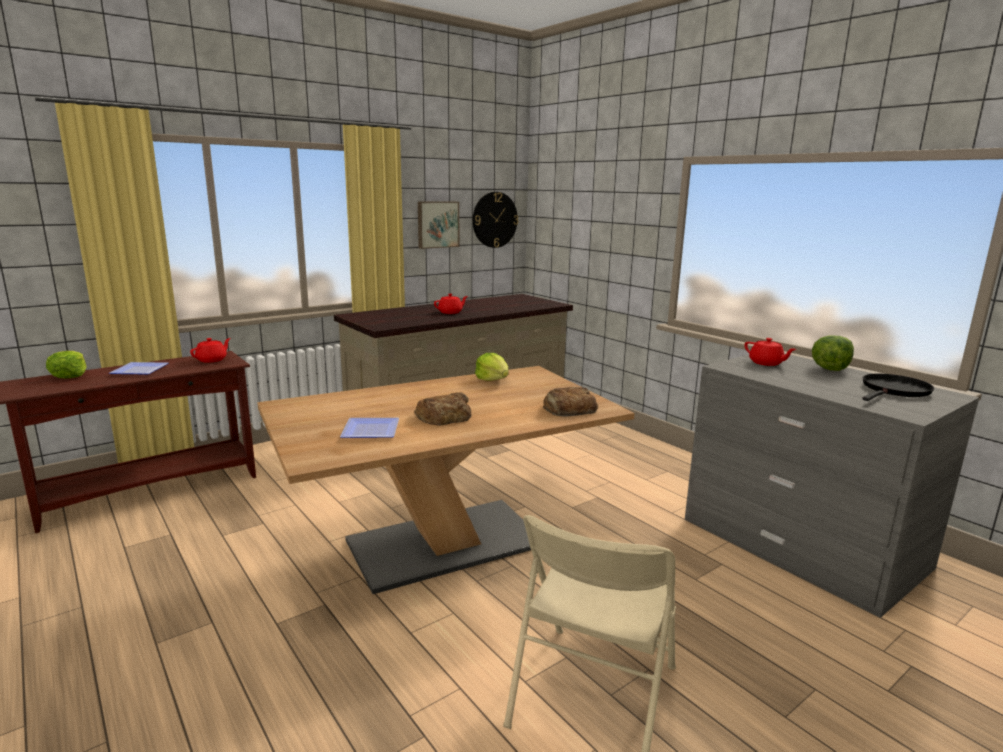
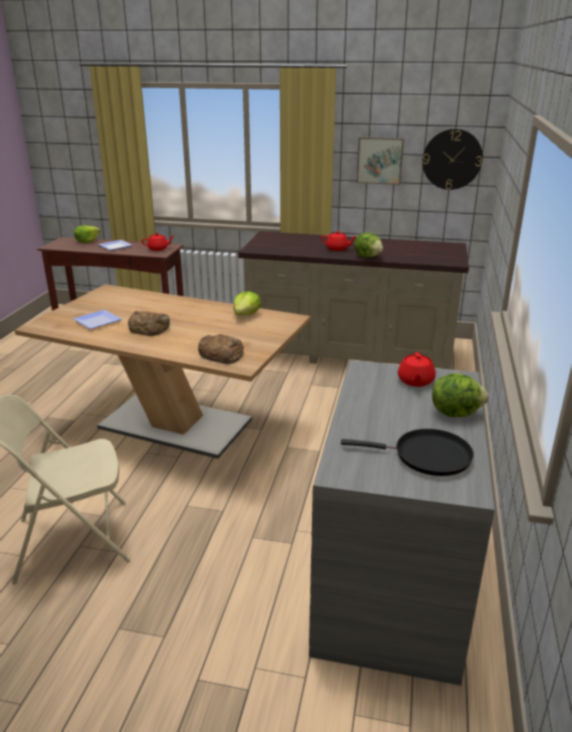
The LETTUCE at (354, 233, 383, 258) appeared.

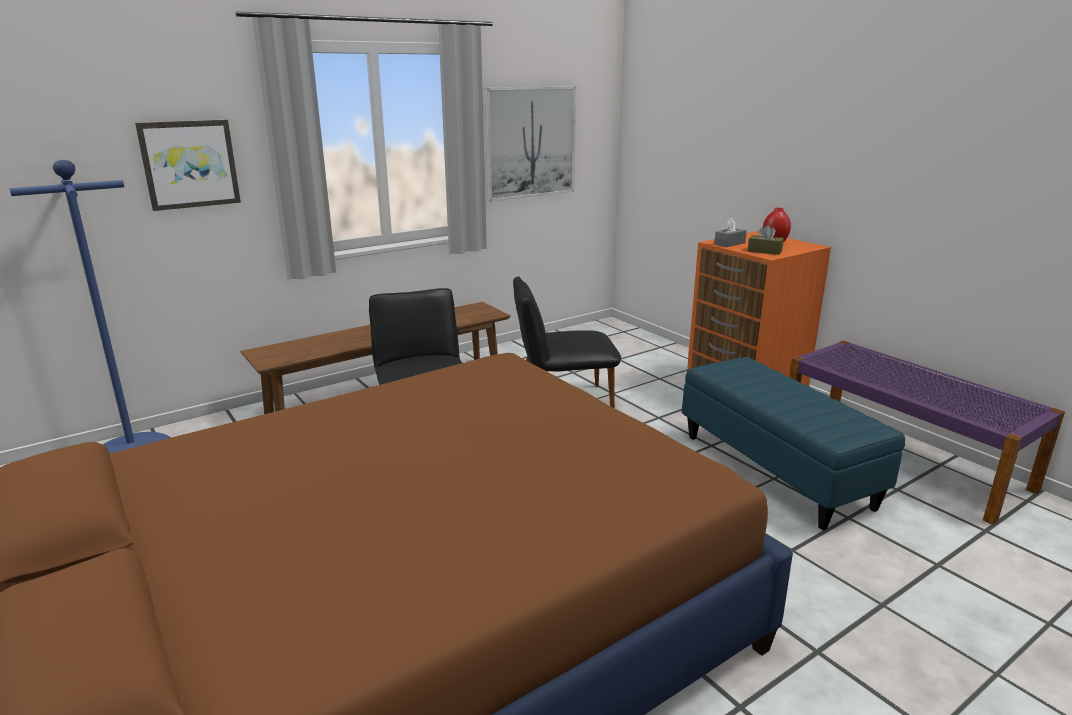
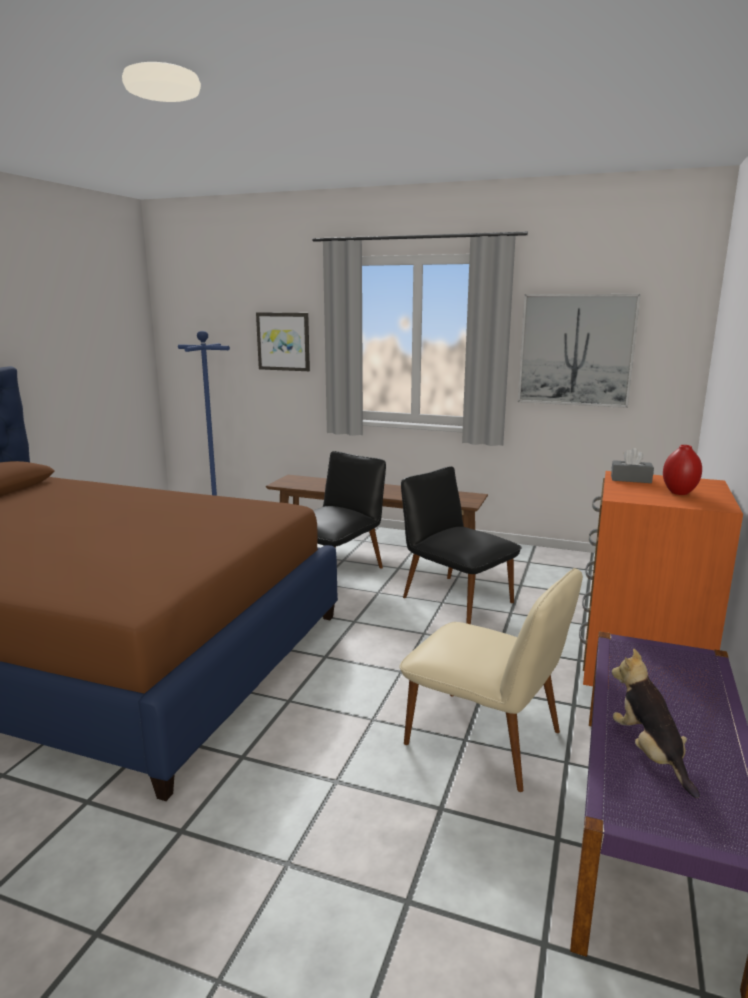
The BROWN-COLOURED TISSUE HOLDER at (748, 225, 784, 255) disappeared.
The SOFT TOY at (612, 649, 700, 798) appeared.
The BLUE-COLOURED OTTOMAN at (682, 357, 905, 530) was replaced by the BEIGE-COLOURED UPRIGHT CHAIR at (400, 568, 583, 792).

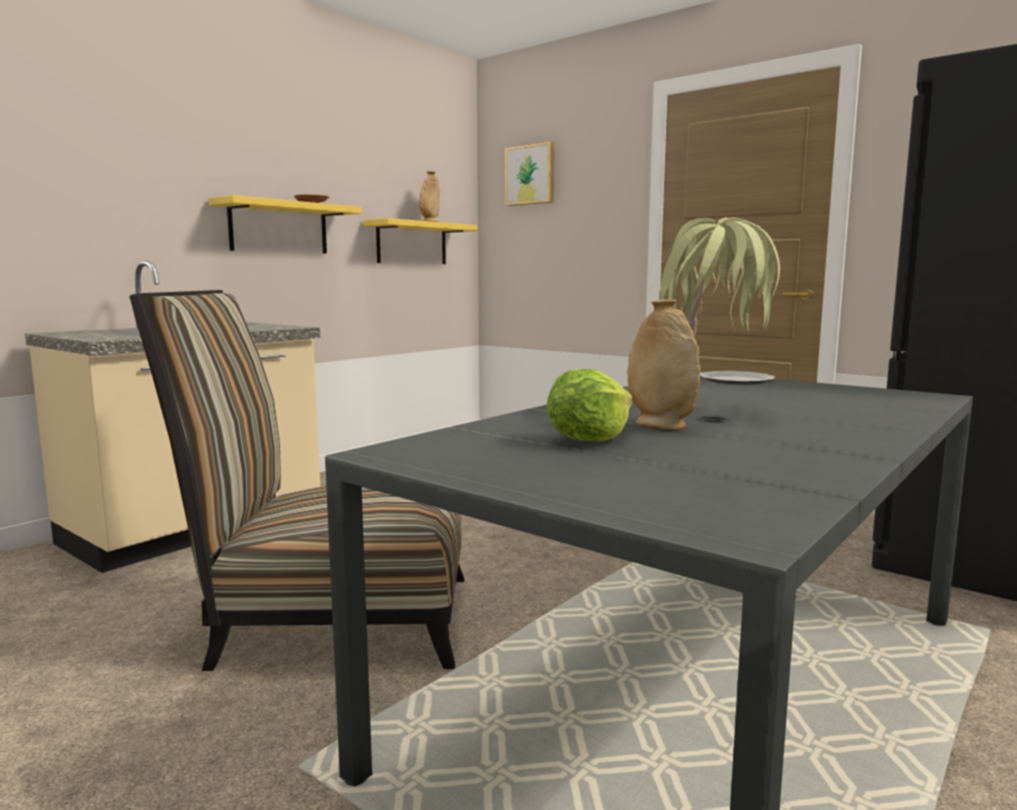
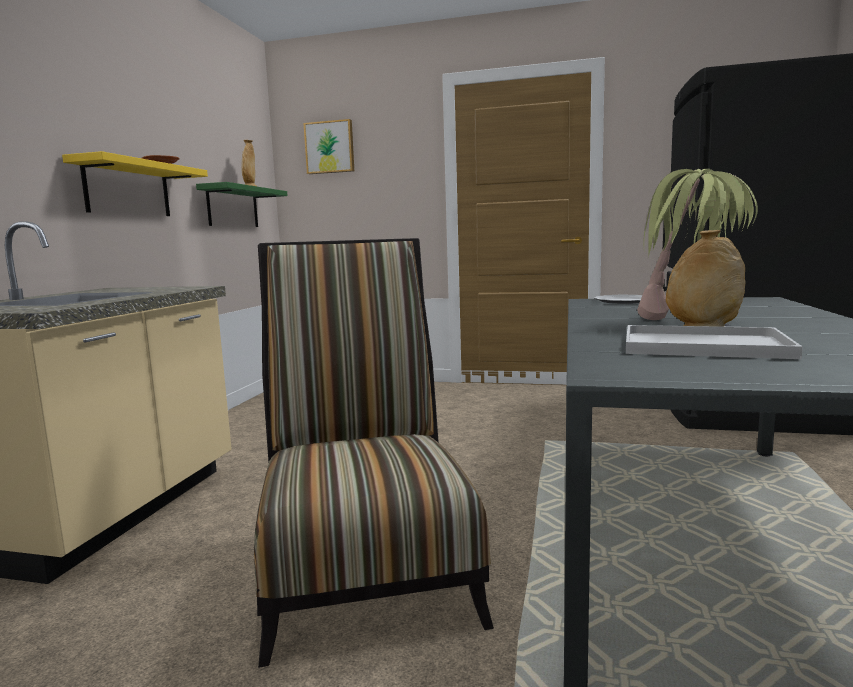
The LETTUCE at (546, 369, 632, 441) was replaced by the WHITISH CARRYING TRAY at (626, 325, 803, 359).
The YELLOWISH SHELF at (364, 218, 477, 264) became the GREEN-COLOURED SHELF at (196, 182, 287, 227).
The UPRIGHT CHAIR at (129, 290, 465, 671) turned 105 degrees clockwise.

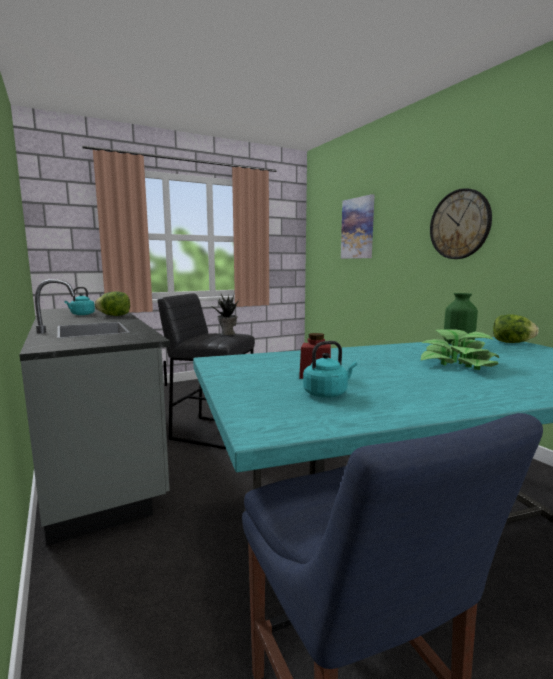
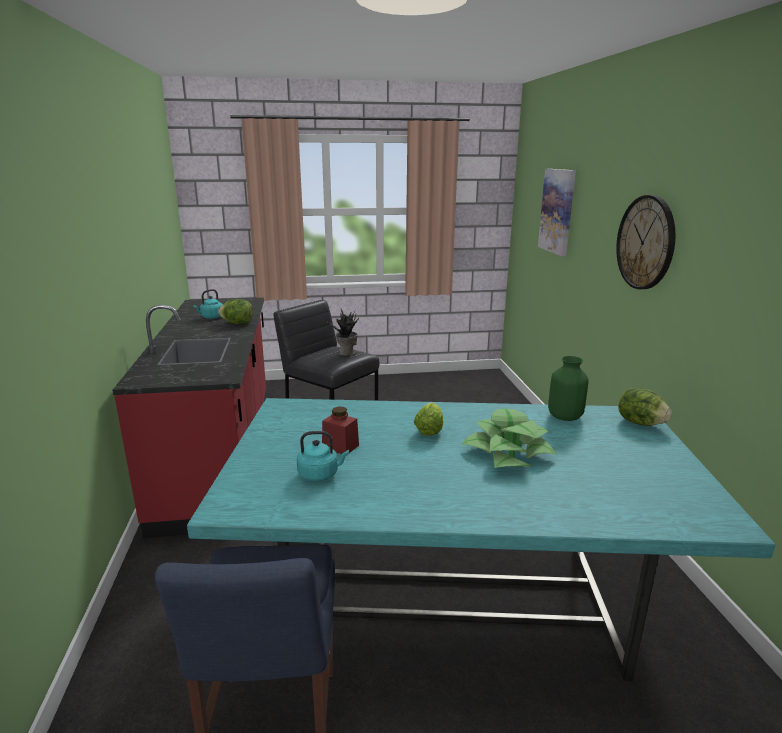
The LETTUCE at (414, 403, 443, 436) appeared.
The GREY KITCHEN BASE UNIT at (19, 279, 170, 546) became the RED KITCHEN BASE UNIT at (113, 298, 266, 538).

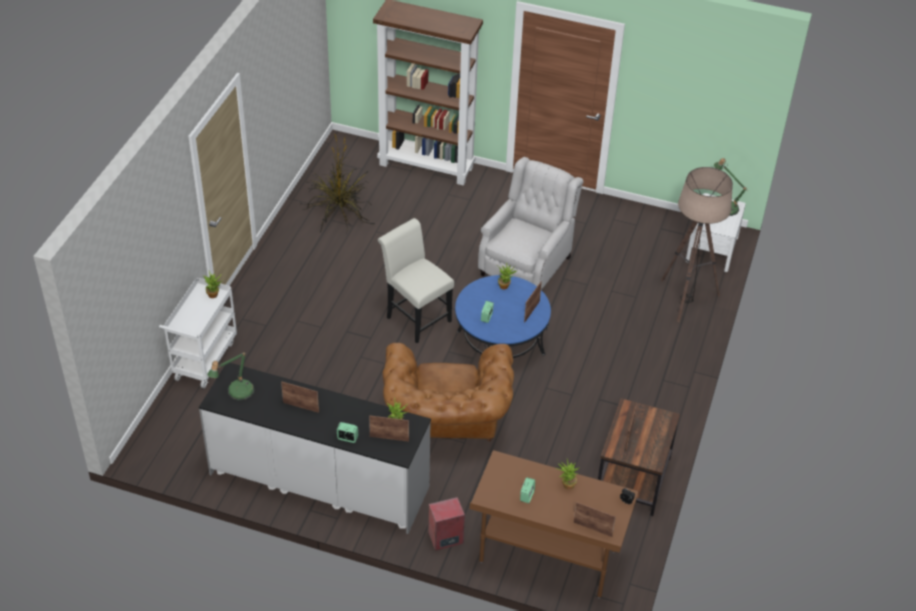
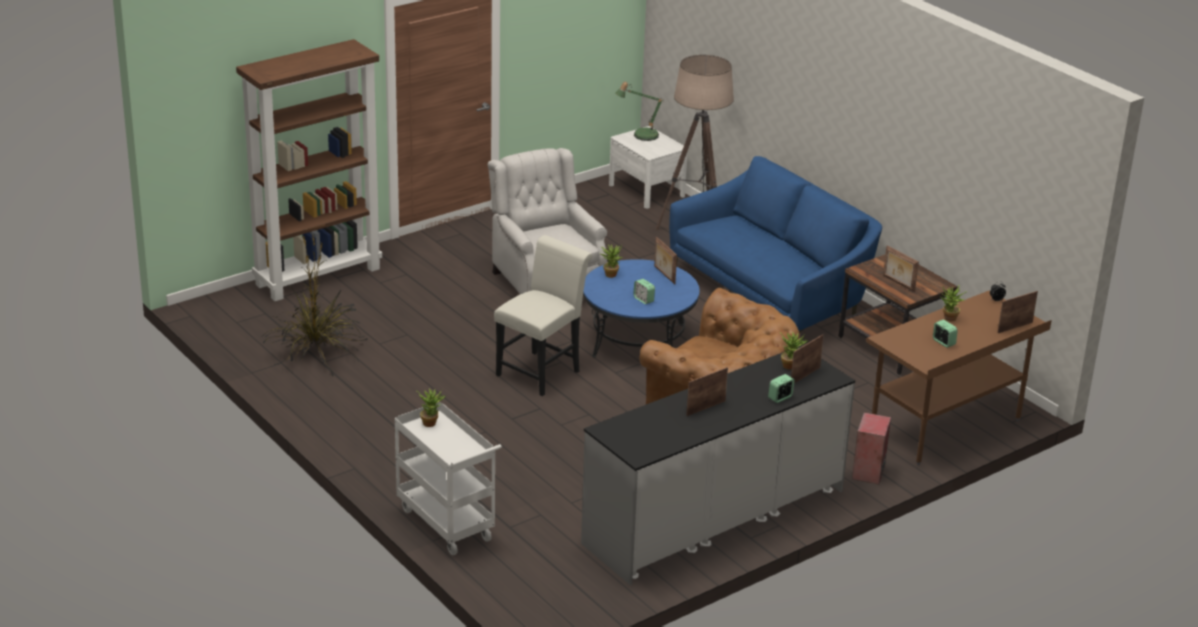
The TABLE LAMP at (207, 351, 254, 400) disappeared.
The BLUE-COLOURED SOFA at (669, 156, 882, 333) appeared.
The WHITISH UPRIGHT CHAIR at (378, 218, 454, 343) turned 135 degrees clockwise.

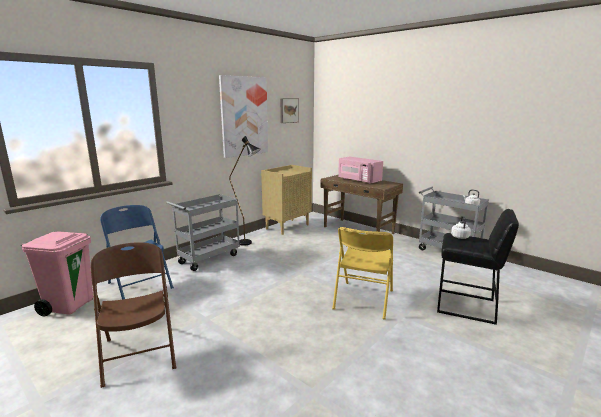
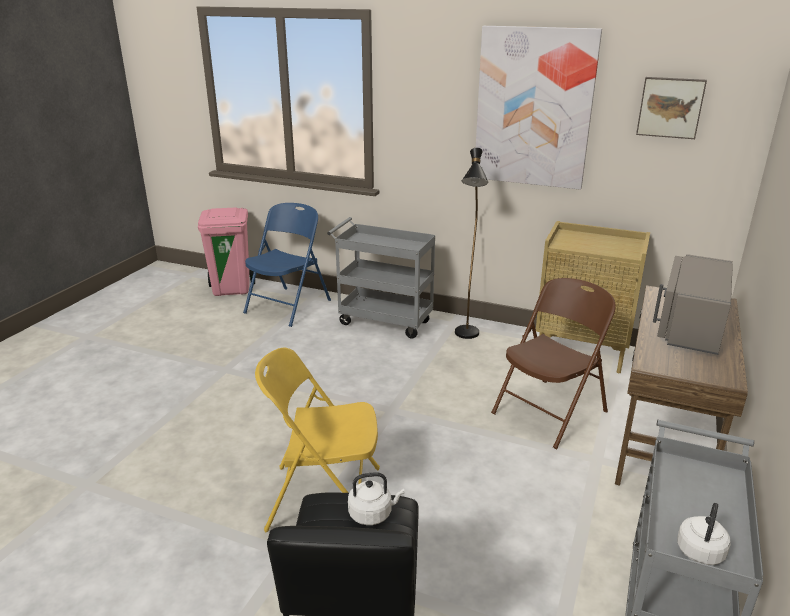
The BROWN-COLOURED UPRIGHT CHAIR moved from (91, 242, 176, 388) to (491, 278, 616, 449).
The PINK-COLOURED KITCHEN MICROWAVE at (338, 157, 383, 184) became the GREY KITCHEN MICROWAVE at (653, 254, 733, 355).

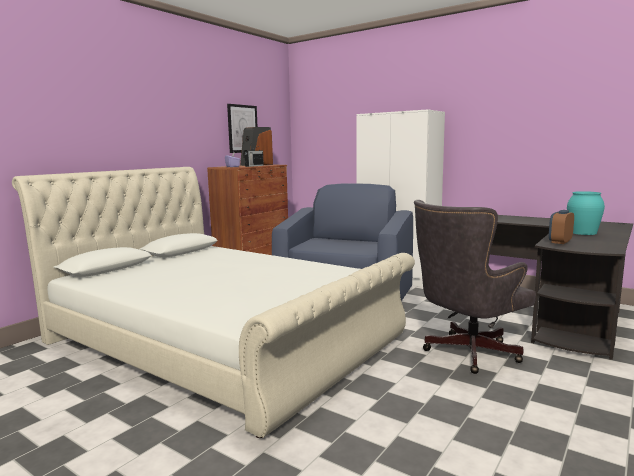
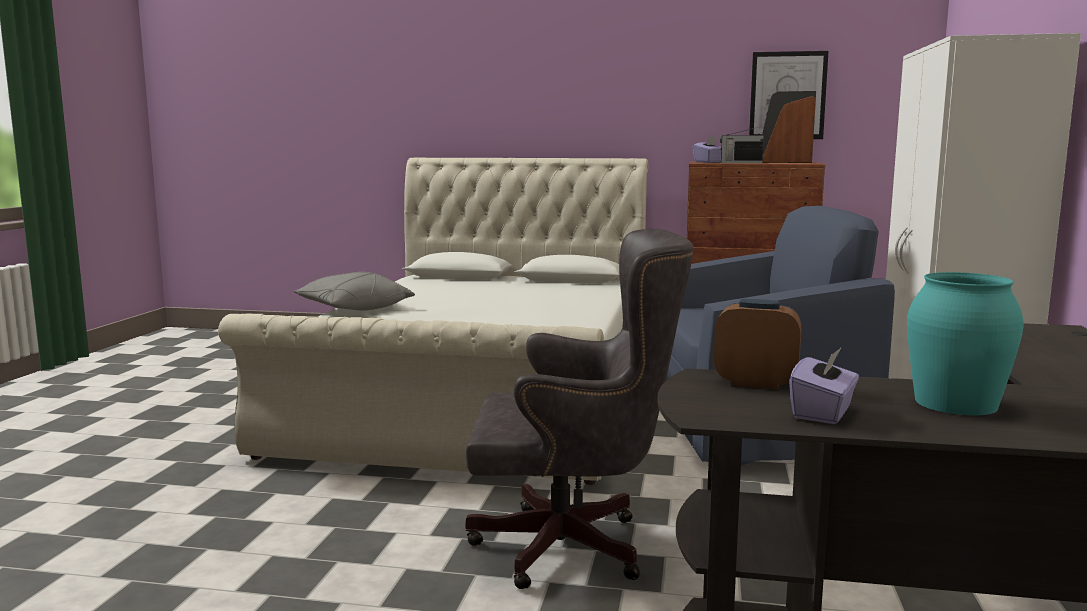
The GREY CUSHION at (294, 272, 415, 310) appeared.
The PURPLE TISSUE HOLDER at (789, 347, 859, 424) appeared.
The GREY OFFICE CHAIR at (414, 200, 536, 374) turned 150 degrees clockwise.

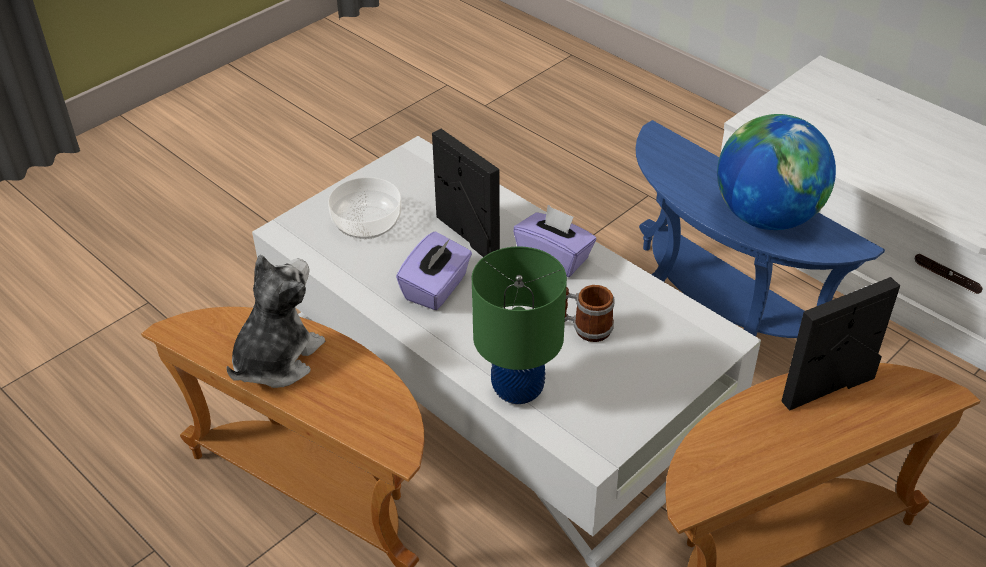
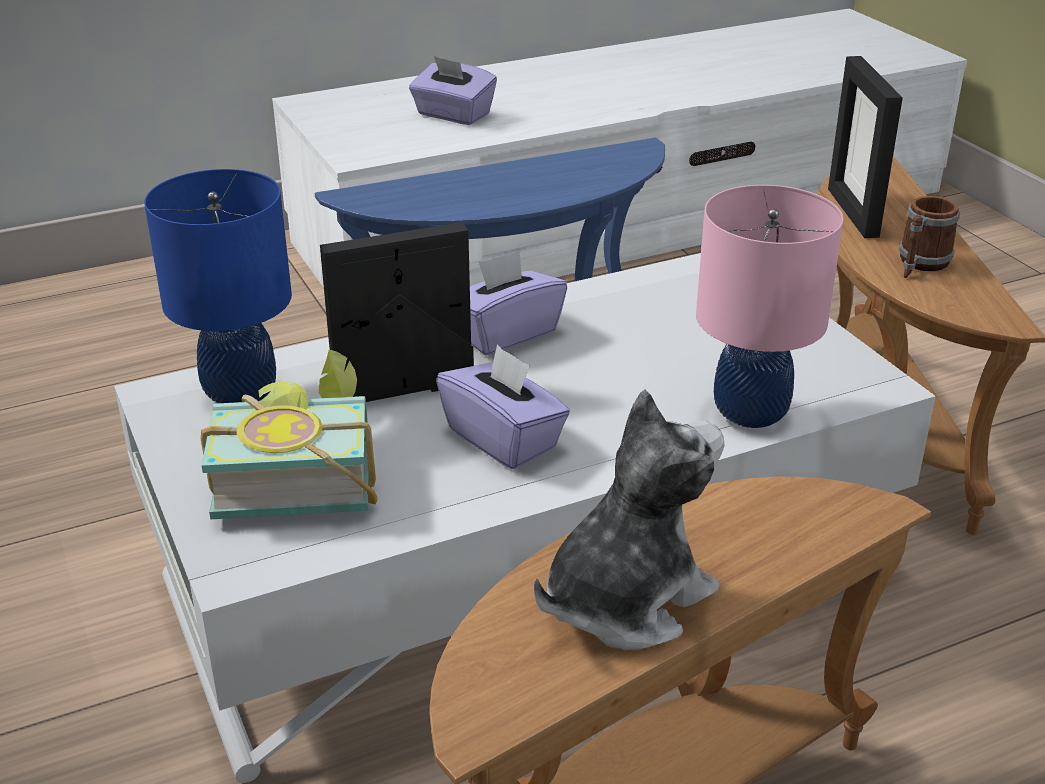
The WORLD GLOBE at (717, 114, 836, 230) disappeared.
The BLUE-COLOURED TABLE LAMP at (144, 169, 292, 403) appeared.
The PURPLE TISSUE HOLDER at (409, 56, 497, 125) appeared.
The TEA MUG moved from (565, 285, 614, 342) to (899, 196, 960, 278).
The DEEP DISH at (328, 177, 401, 239) was replaced by the BOOK at (201, 350, 378, 519).
The GREEN-COLOURED TABLE LAMP at (472, 246, 567, 404) became the PINK-COLOURED TABLE LAMP at (696, 185, 843, 428).
The SOFT TOY at (226, 254, 325, 388) turned 90 degrees clockwise.

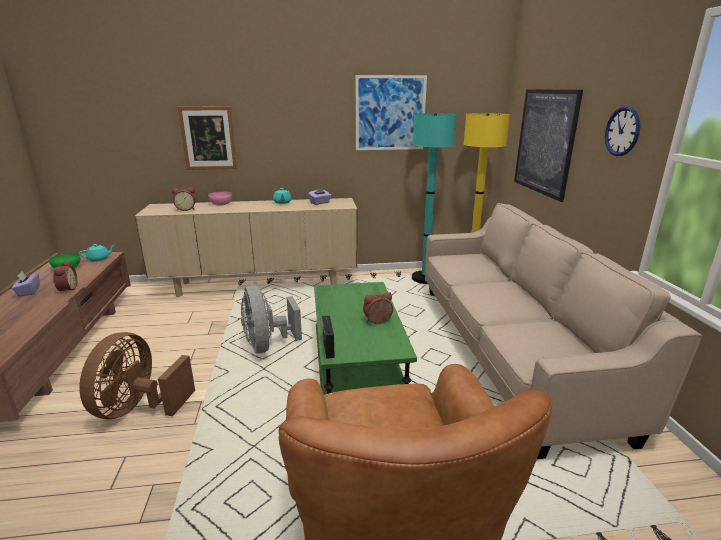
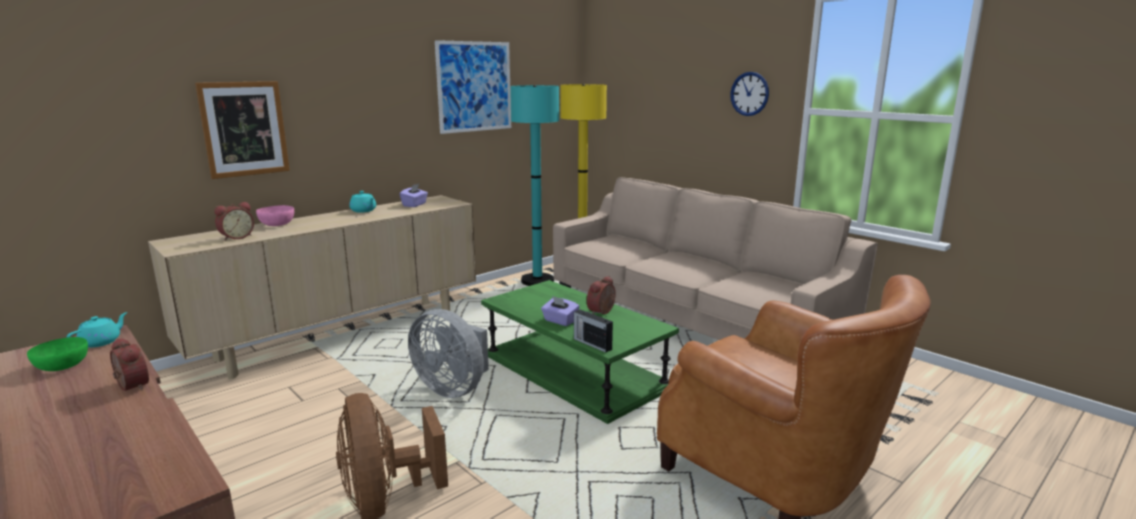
The PICTURE at (514, 89, 583, 202) disappeared.
The PURPLE TISSUE HOLDER moved from (12, 271, 40, 297) to (541, 296, 580, 326).

